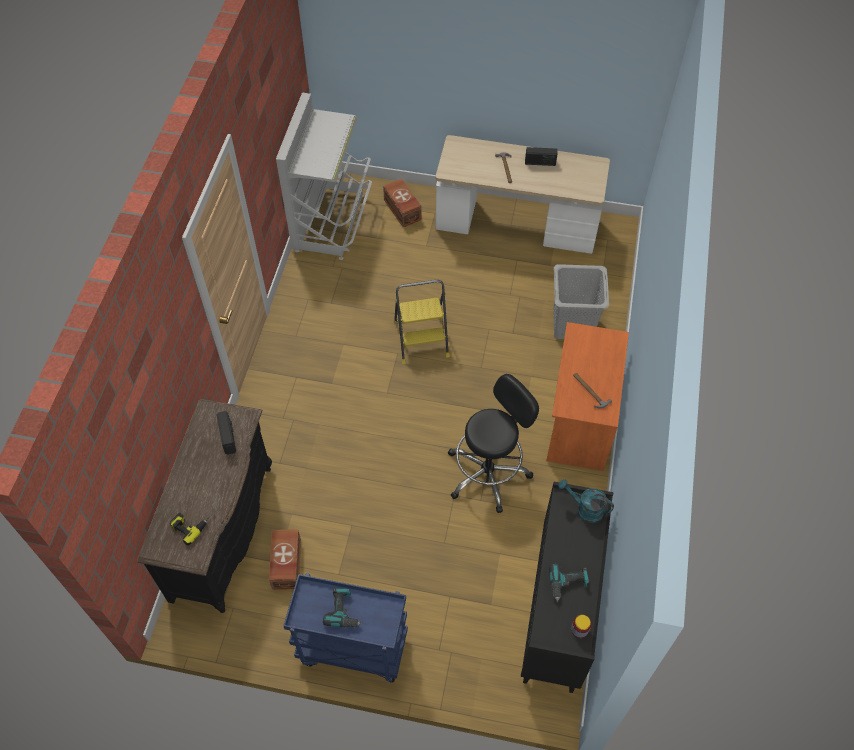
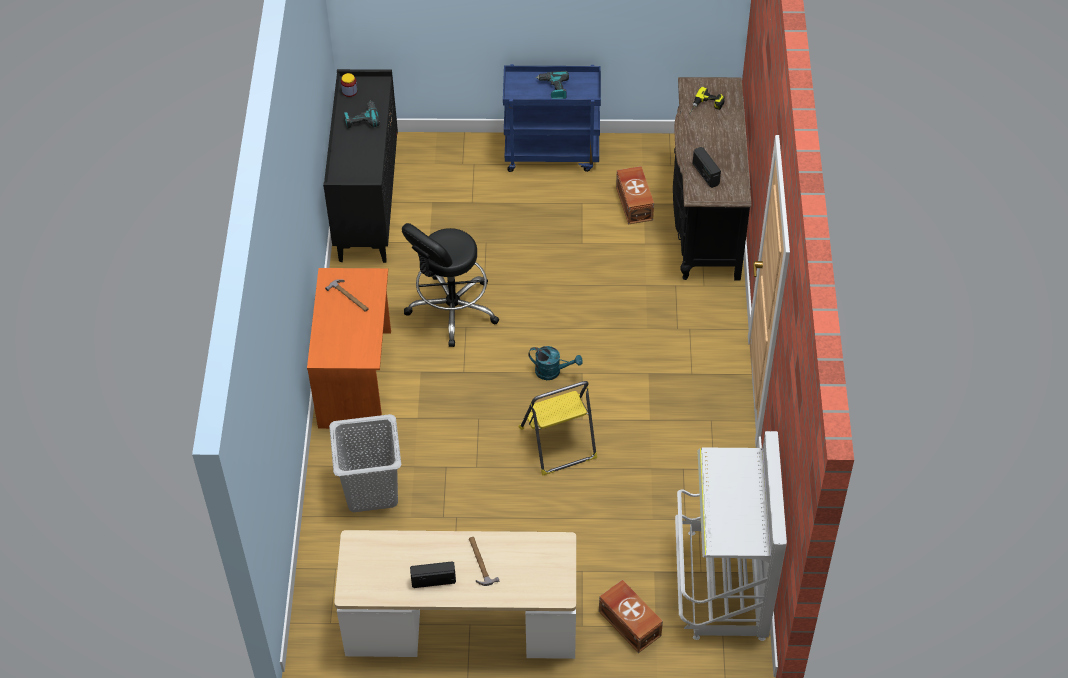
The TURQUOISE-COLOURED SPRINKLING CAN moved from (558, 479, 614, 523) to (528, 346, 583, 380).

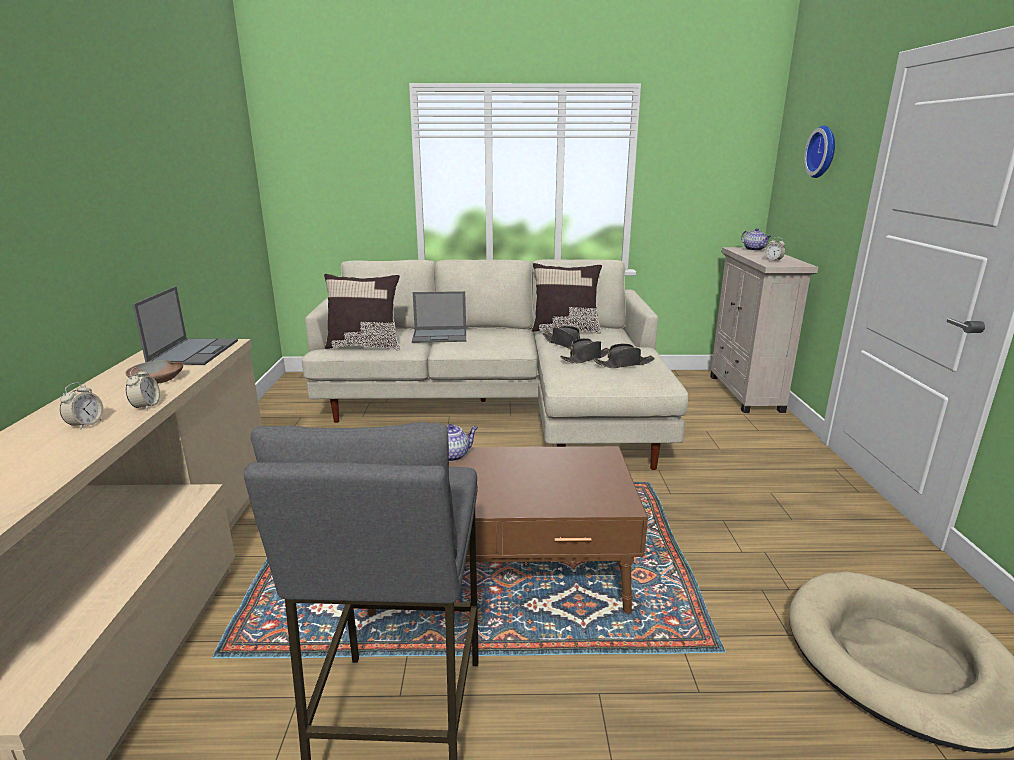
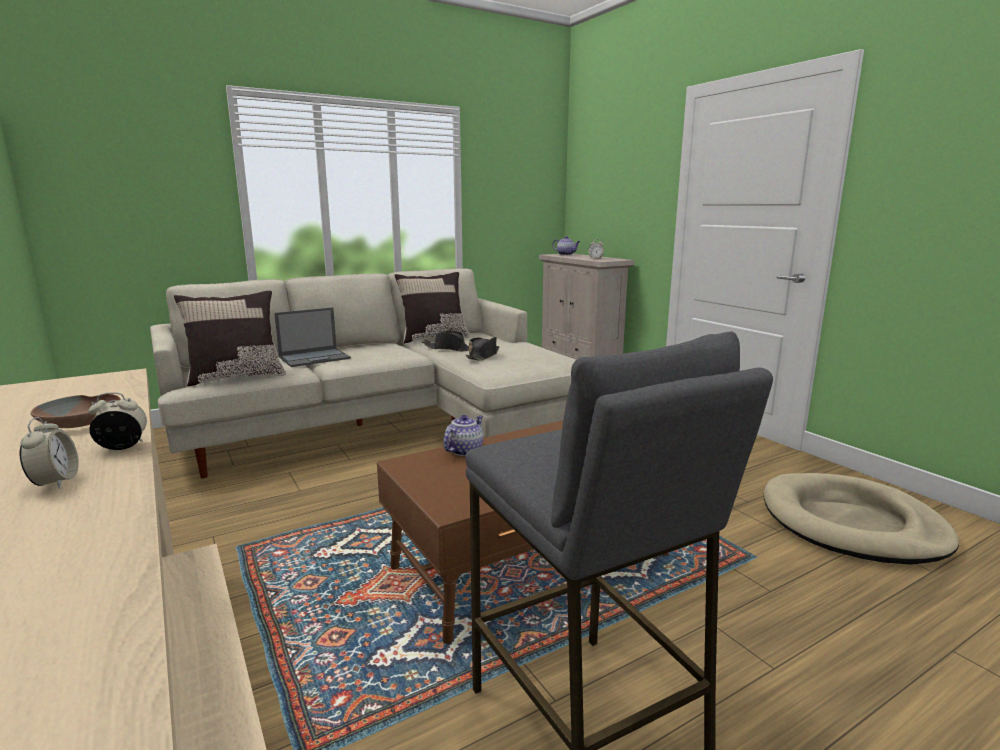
The LAPTOP at (132, 286, 238, 365) disappeared.
The BLACK-COLOURED HAT at (594, 344, 655, 368) disappeared.
The WALL CLOCK at (804, 125, 835, 178) disappeared.
The BEDSIDE CLOCK at (126, 367, 160, 410) turned 75 degrees counterclockwise.

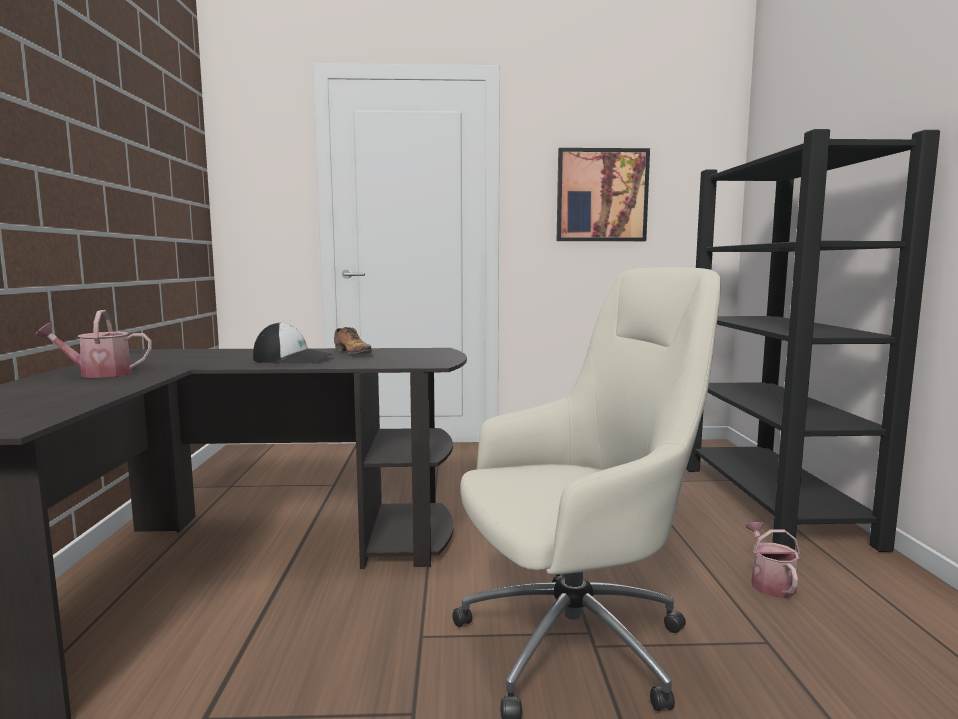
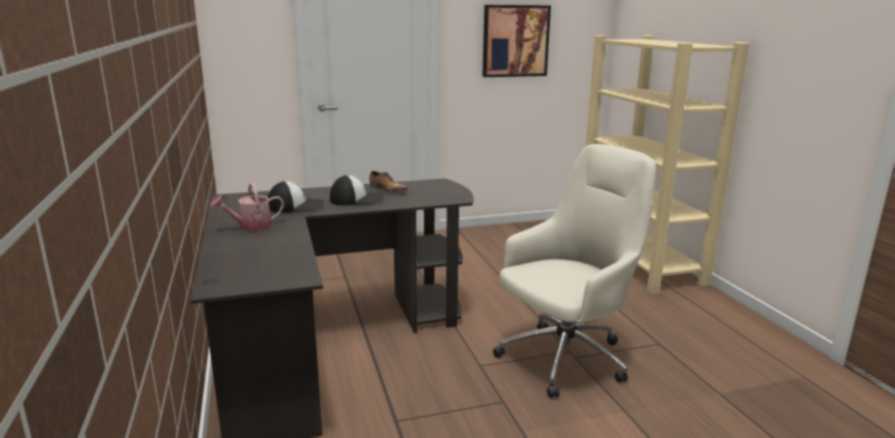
The SPRINKLING CAN at (746, 522, 800, 598) disappeared.
The PEAKED CAP at (268, 181, 324, 213) appeared.
The BLACK-COLOURED SHELVING UNIT at (686, 129, 940, 552) became the BEIGE-COLOURED SHELVING UNIT at (586, 35, 749, 294).

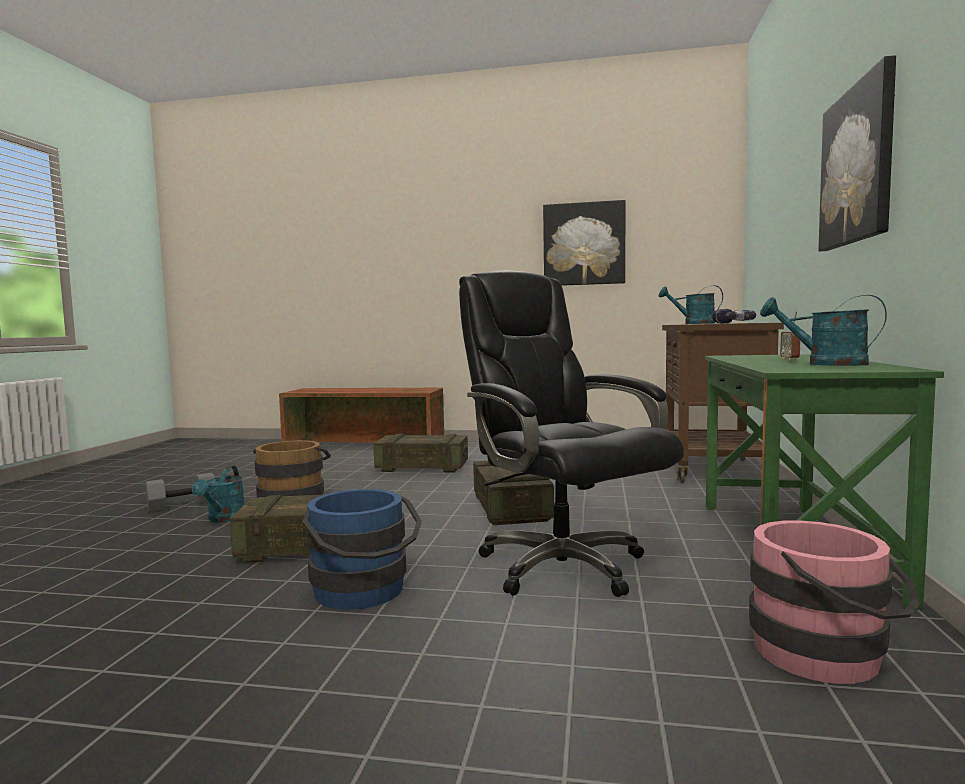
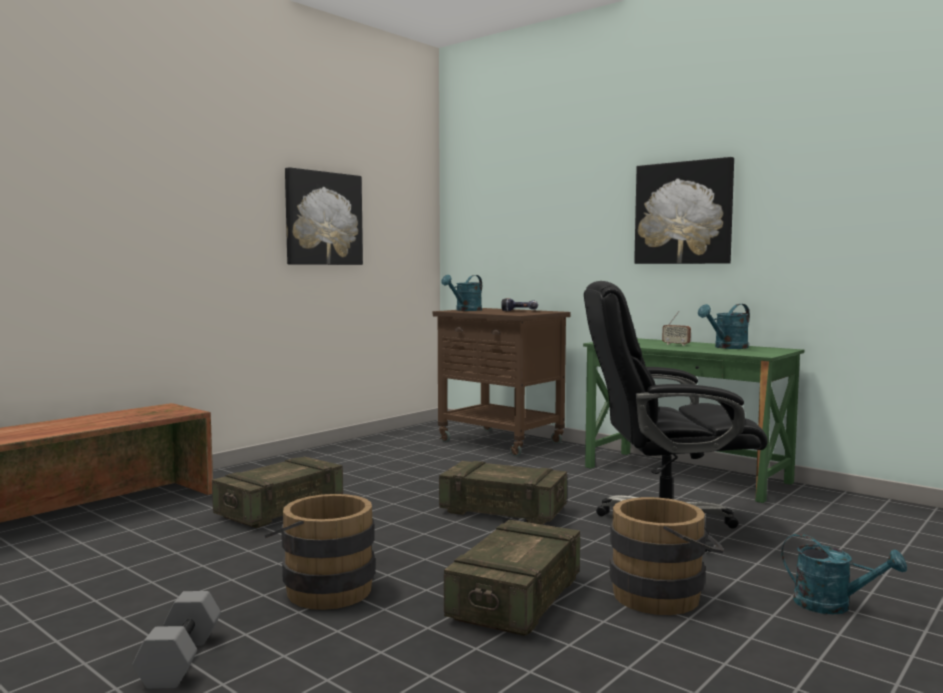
The PINK-COLOURED PAIL at (749, 520, 920, 684) disappeared.
The TURQUOISE-COLOURED SPRINKLING CAN moved from (192, 466, 245, 523) to (781, 533, 907, 614).
The BLUE-COLOURED PAIL at (302, 489, 422, 610) became the BROWN-COLOURED PAIL at (610, 497, 724, 615).

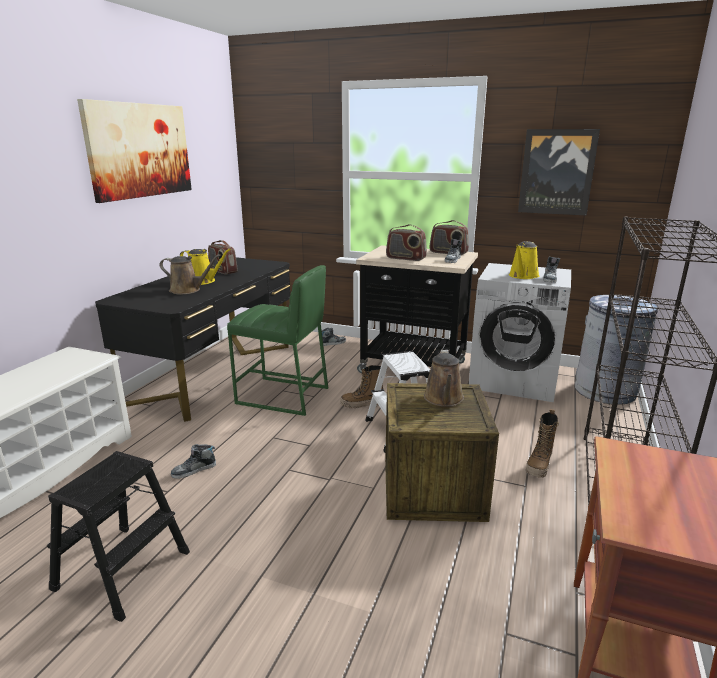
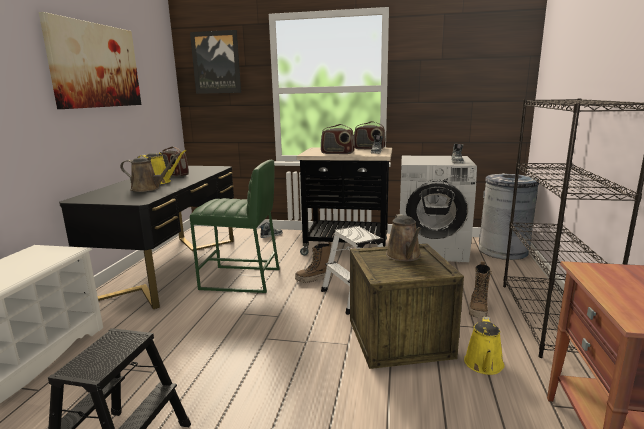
The LOW SHOE at (171, 444, 216, 479) disappeared.
The YELLOWISH SPRINKLING CAN moved from (509, 241, 540, 279) to (464, 316, 504, 375).
The PICTURE moved from (518, 129, 600, 215) to (190, 30, 241, 94).

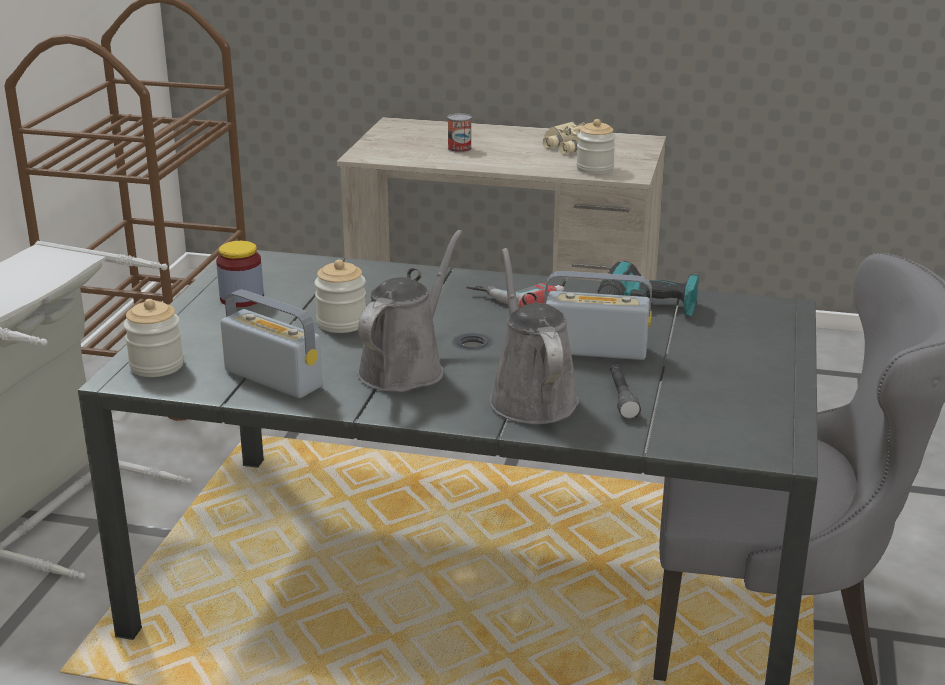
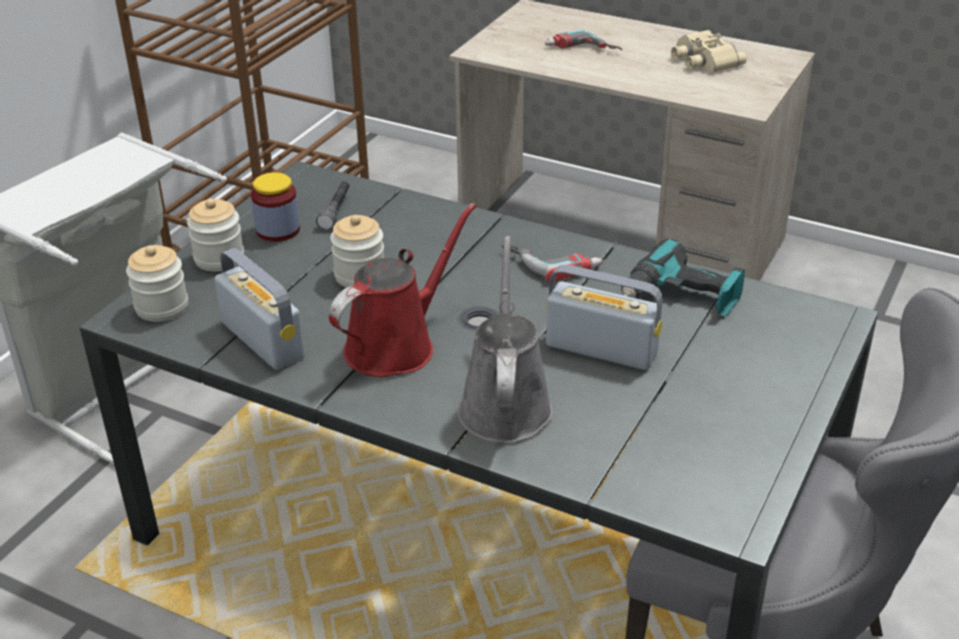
The STORAGE JAR moved from (576, 119, 616, 174) to (187, 198, 244, 271).
The GREY HAND TORCH moved from (610, 364, 641, 419) to (316, 181, 349, 230).
The SEALED CAN at (448, 113, 472, 153) was replaced by the POWER DRILL at (545, 28, 622, 50).
The GREY SPRINKLING CAN at (357, 230, 462, 392) became the RED SPRINKLING CAN at (329, 203, 476, 377).

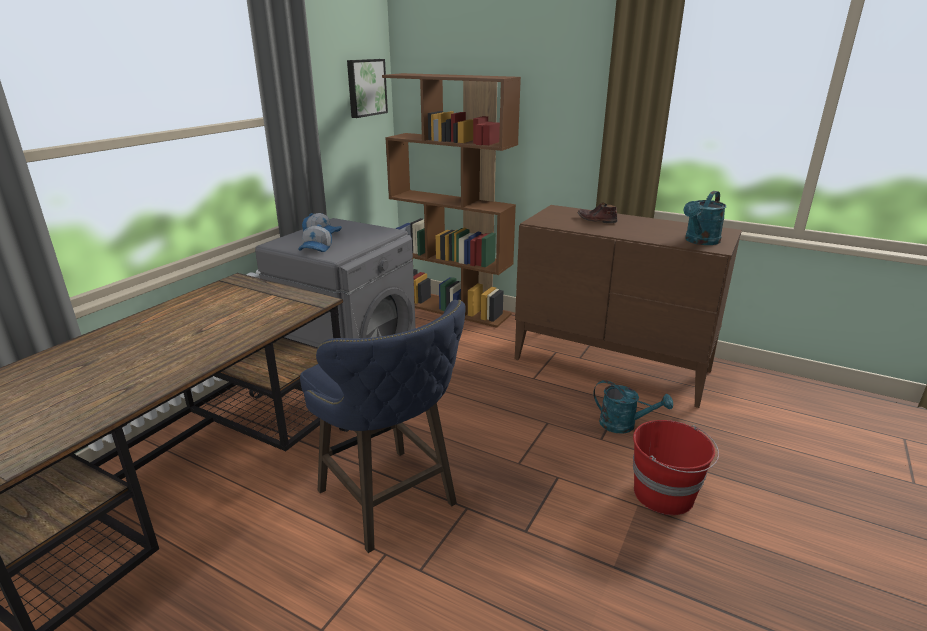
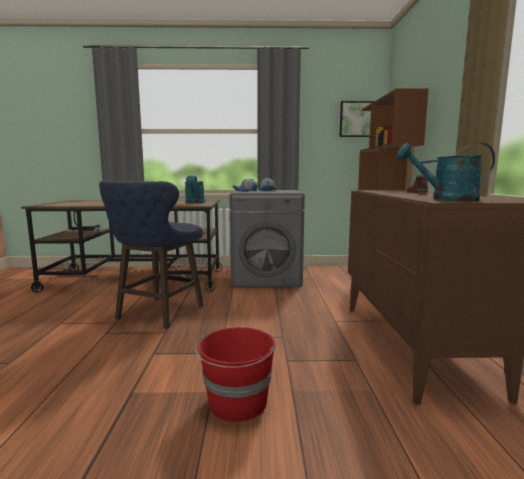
The TURQUOISE-COLOURED SPRINKLING CAN moved from (593, 380, 673, 434) to (185, 175, 205, 204).

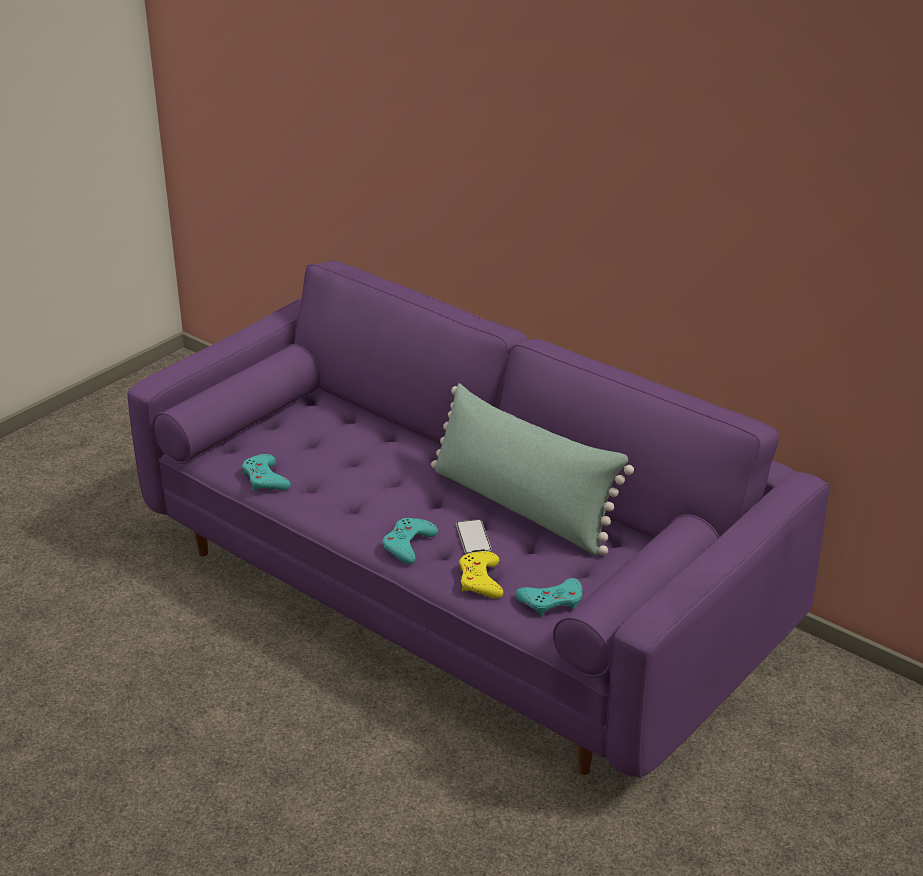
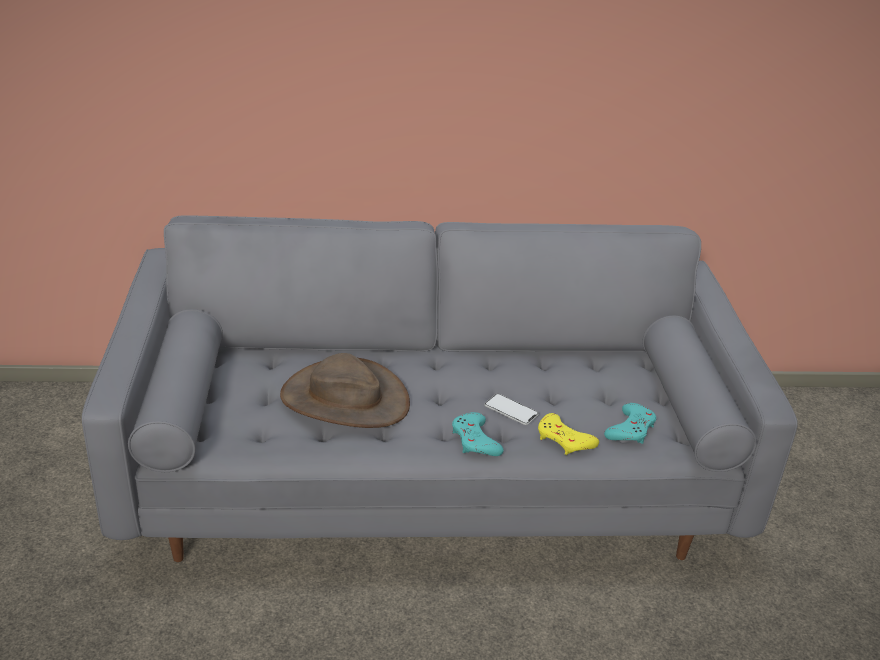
The TURQUOISE-COLOURED JOYPAD at (242, 454, 291, 491) disappeared.
The GREEN-COLOURED CUSHION at (431, 383, 634, 556) disappeared.
The BROWN-COLOURED HAT at (280, 353, 410, 428) appeared.
The PURPLE SOFA at (127, 260, 829, 778) became the GREY SOFA at (82, 215, 798, 562).

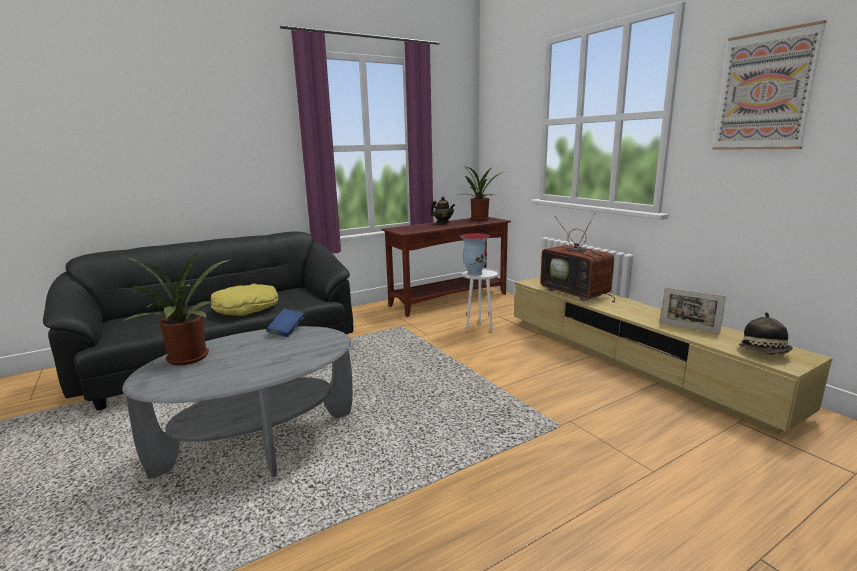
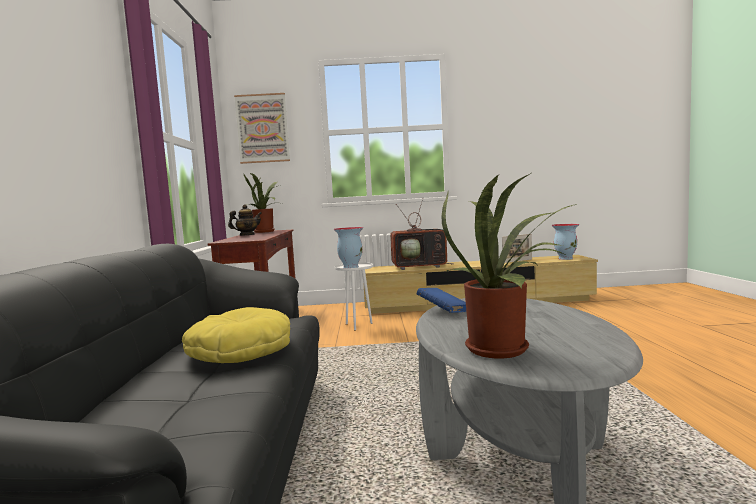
The PICTURE moved from (713, 20, 827, 150) to (234, 93, 290, 164).
The HAT at (739, 312, 793, 355) was replaced by the DECORATIVE VASE at (551, 224, 580, 260).

